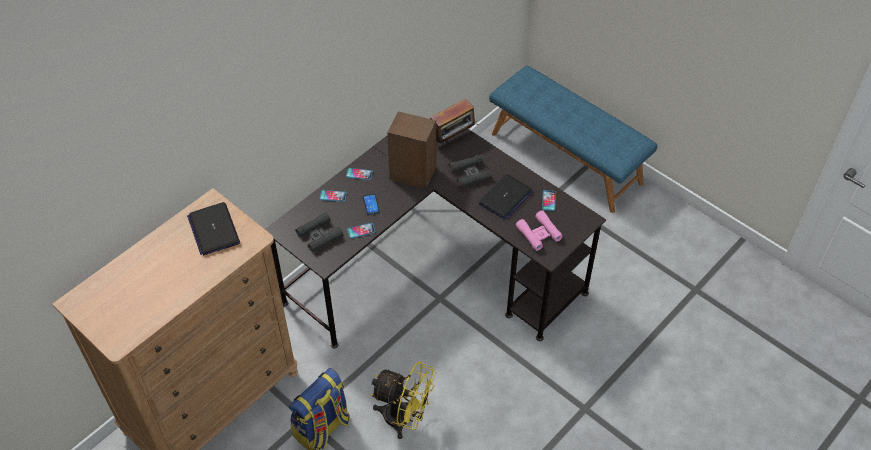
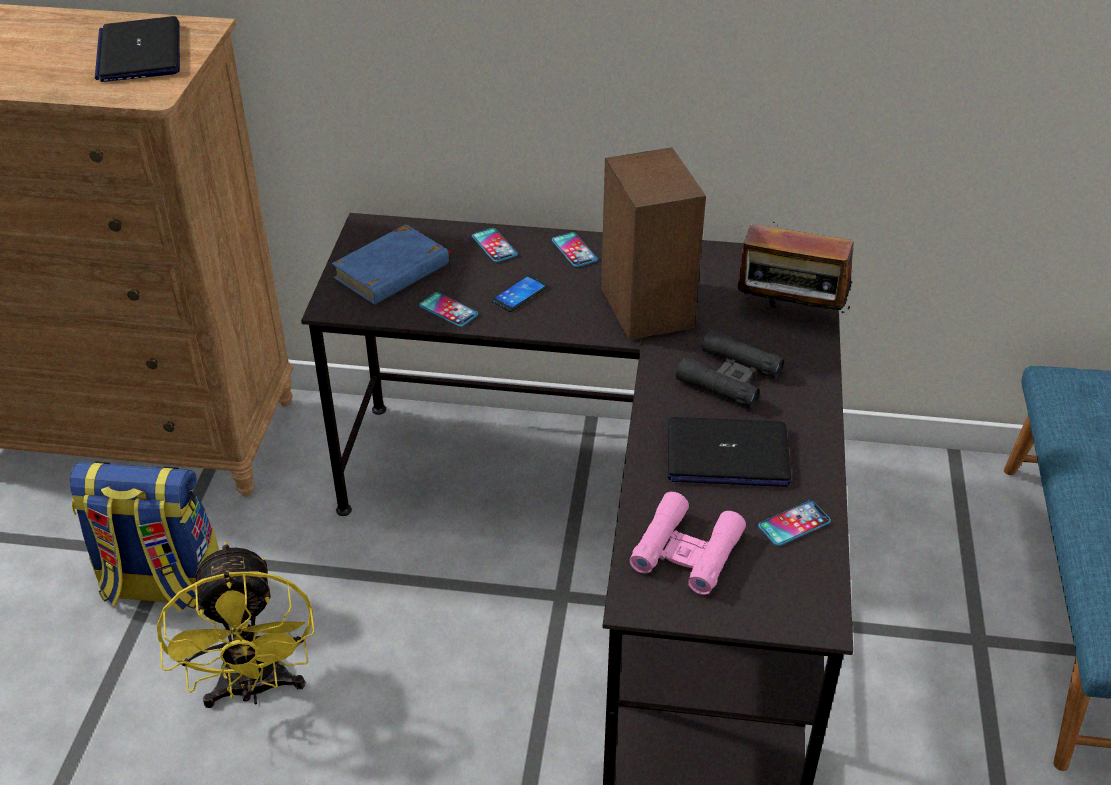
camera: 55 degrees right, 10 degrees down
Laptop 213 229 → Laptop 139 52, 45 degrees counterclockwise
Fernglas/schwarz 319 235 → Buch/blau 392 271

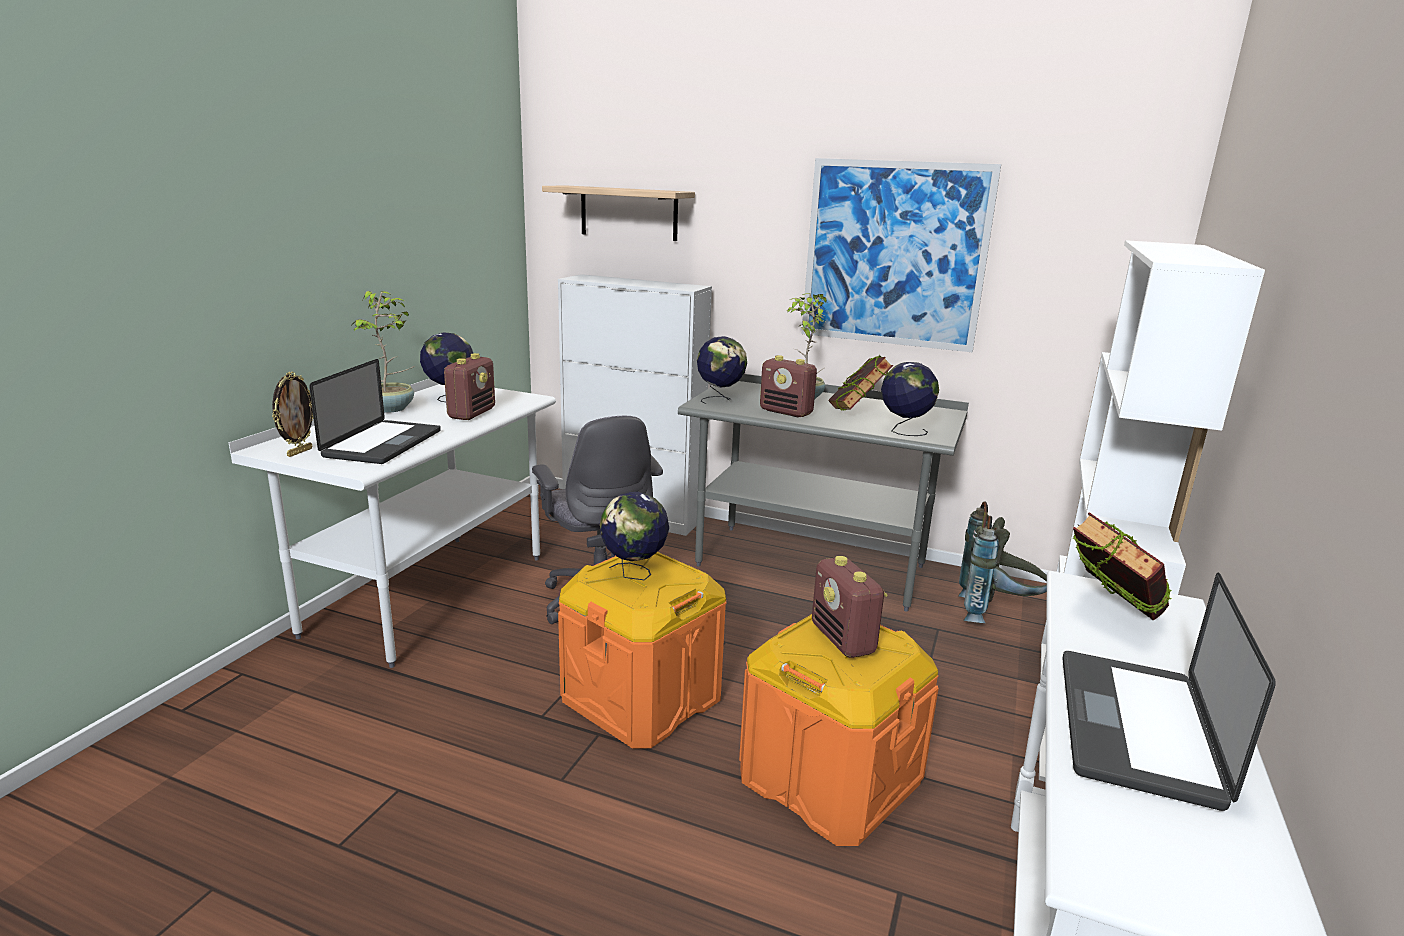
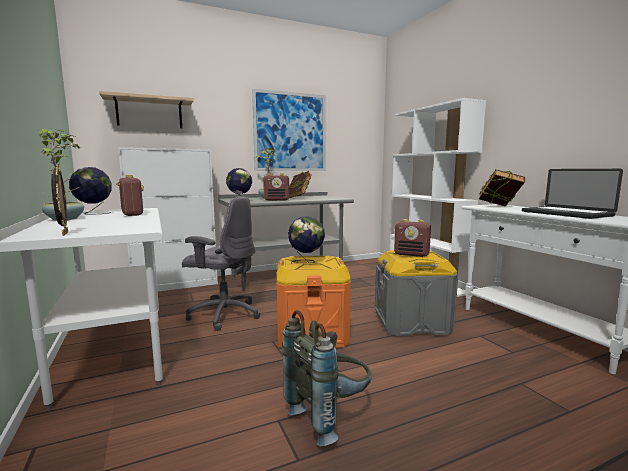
camera: 45 degrees left, 10 degrees down
Laptop 383 444 → -
Aufbewahrungsbox/orange 829 779 → Aufbewahrungsbox/grau 412 322
Globus 904 431 → -
Rucksack/grau 996 613 → Rucksack/grau 329 415, relocated

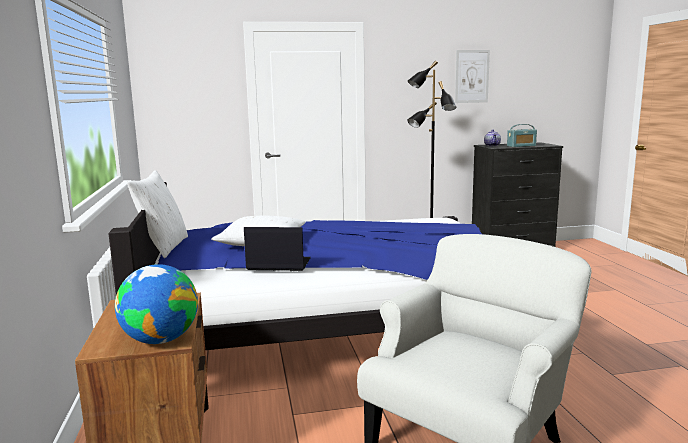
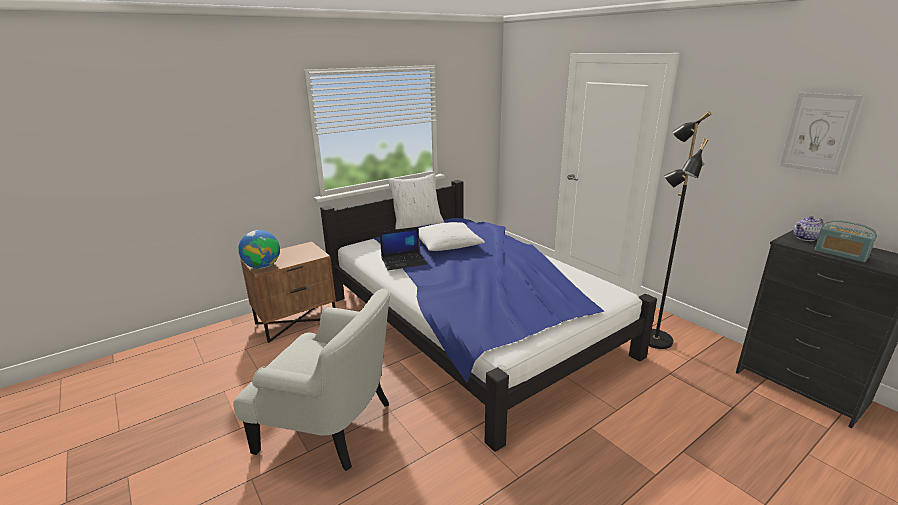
camera: 65 degrees right, 10 degrees up
Laptop 278 264 → Laptop 404 261, 90 degrees clockwise

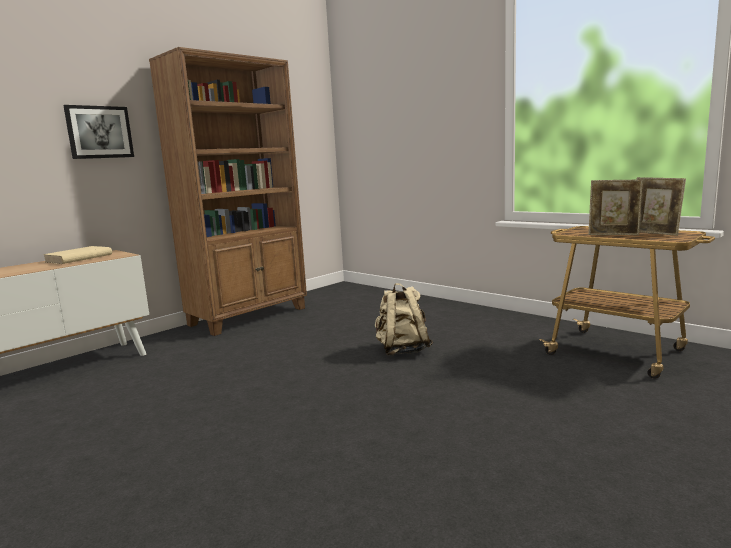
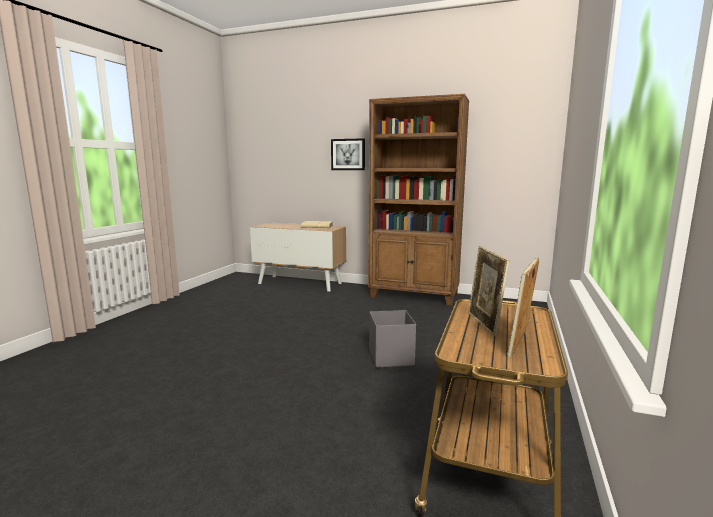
camera: 65 degrees right, 0 degrees up
Rucksack/beige 402 350 → Aufbewahrungsbox/grau 391 357

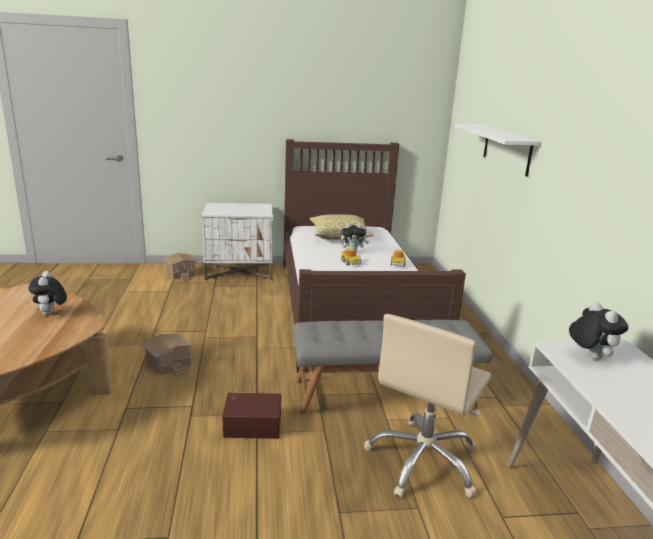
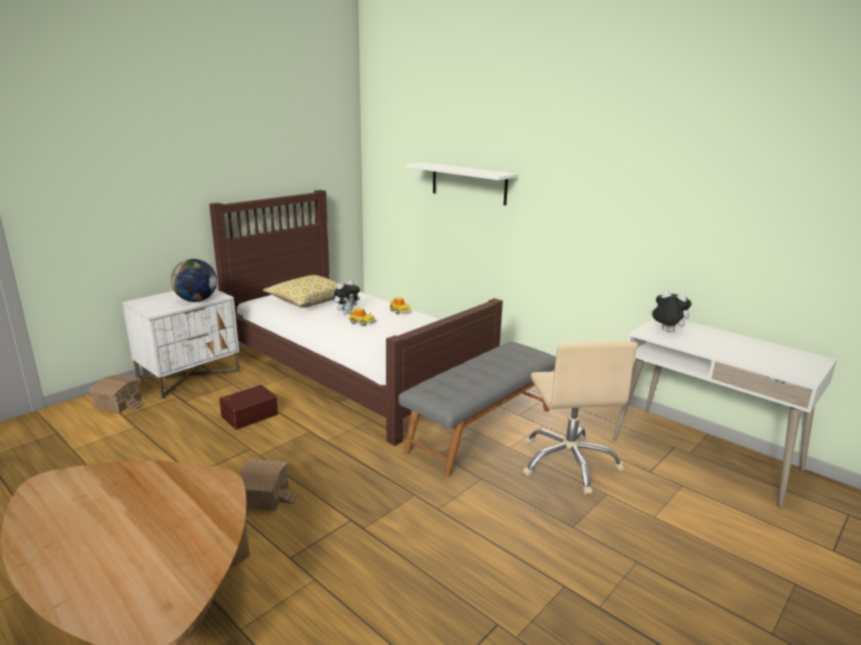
camera: 40 degrees left, 0 degrees up
Plüschtier 50 314 → -
Aufbewahrungsbox/braun 252 424 → Aufbewahrungsbox/braun 249 415, relocated
- → Globus 196 300

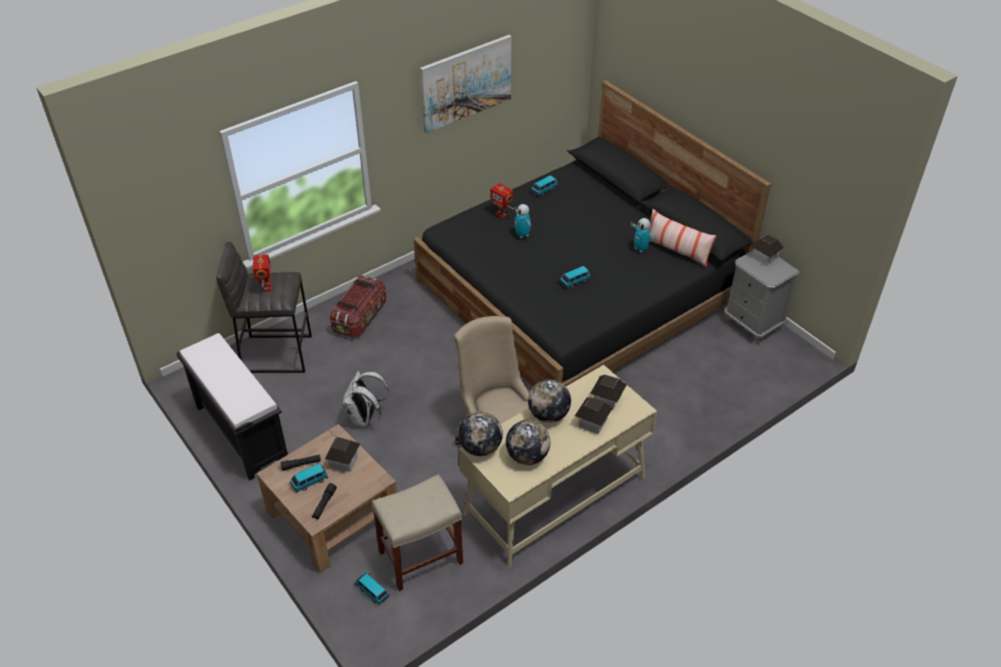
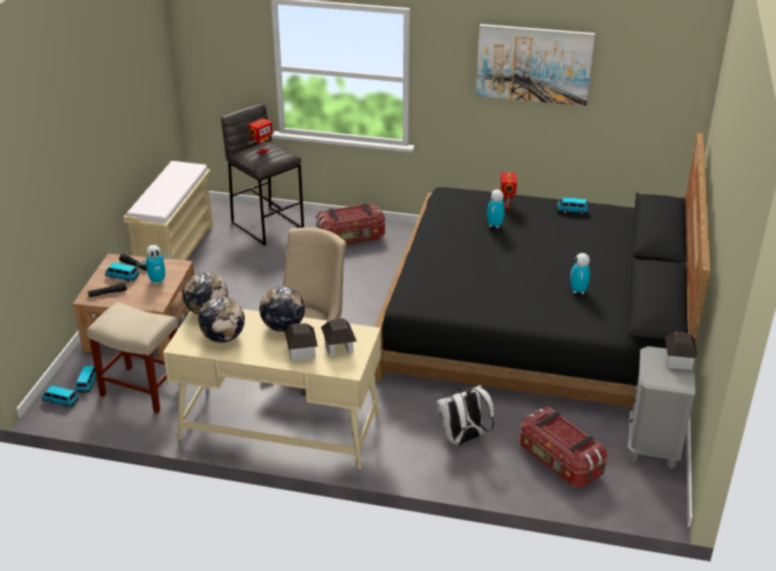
camera: 50 degrees right, 10 degrees down
Bank/schwarz 240 432 → Bank/beige 176 251
Spielzeughaus 344 461 → Spielzeugroboter 157 281
Rucksack/weiß 365 418 → Rucksack/weiß 463 439, relocated
Spielzeugauto 574 281 → Spielzeugauto 61 401, relocated
Kissen 677 251 → -
- → Aufbewahrungsbox 559 462

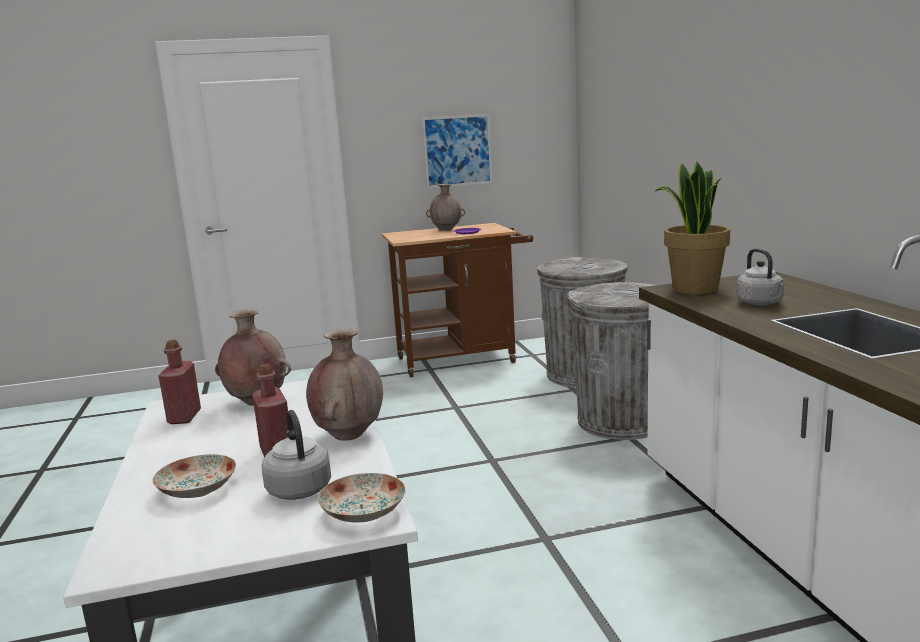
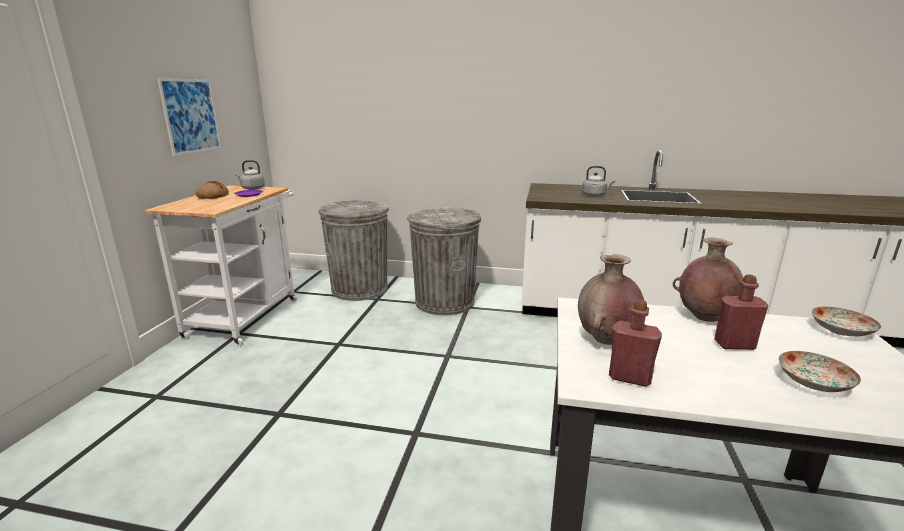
camera: 65 degrees left, 5 degrees up
Wasserkessel/grau 298 488 → Wasserkessel/grau 252 188, relocated
Rollwagen/braun 463 359 → Rollwagen/weiß 247 315
Vase/braun 446 230 → Brot 213 196
Topfpflanze 694 289 → -

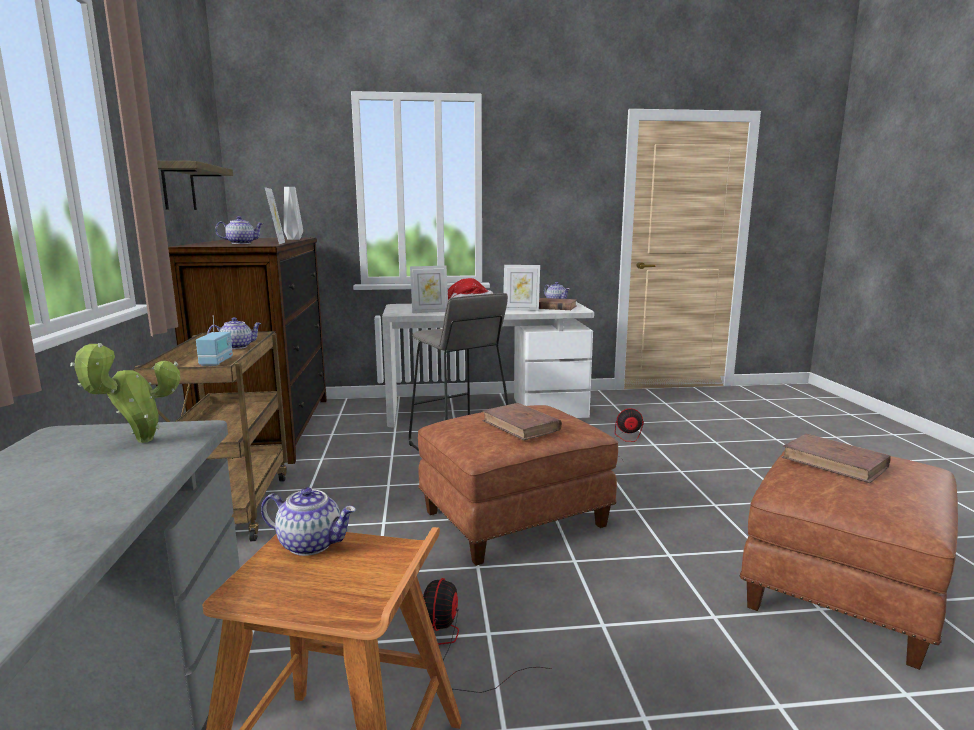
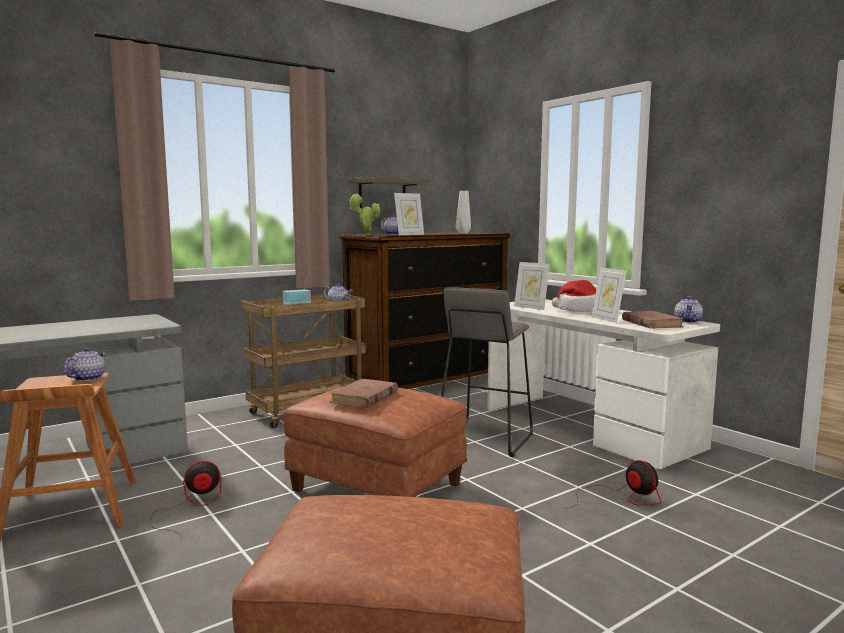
camera: 60 degrees right, 5 degrees down
Topfpflanze 139 442 → Topfpflanze 366 234, relocated
Teekanne 311 544 → Teekanne 87 378, 150 degrees counterclockwise
Buch/braun 834 462 → -

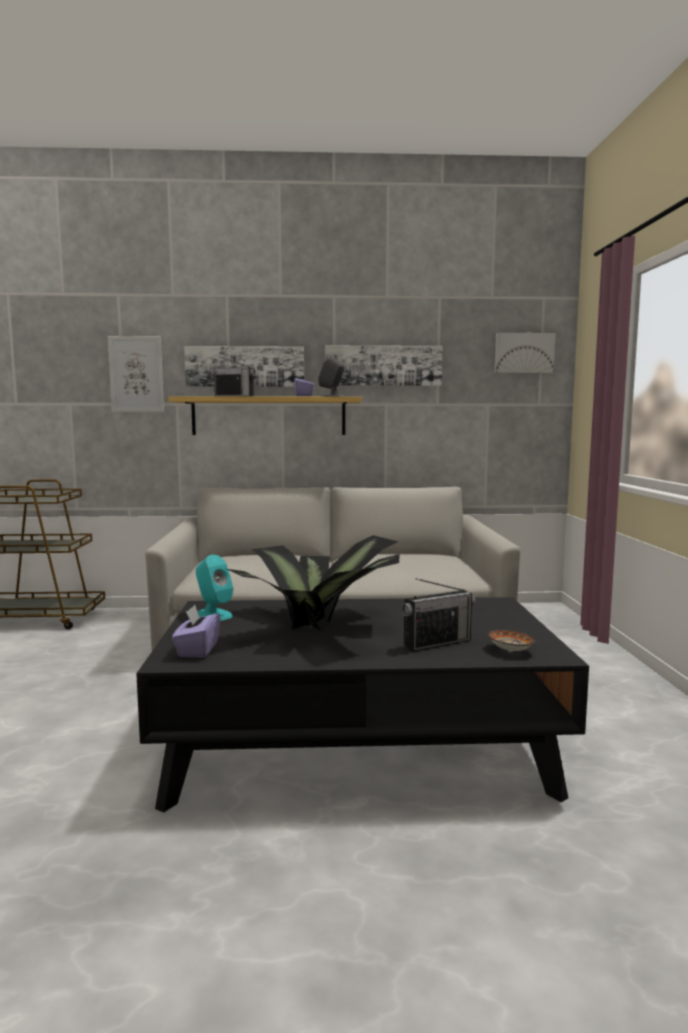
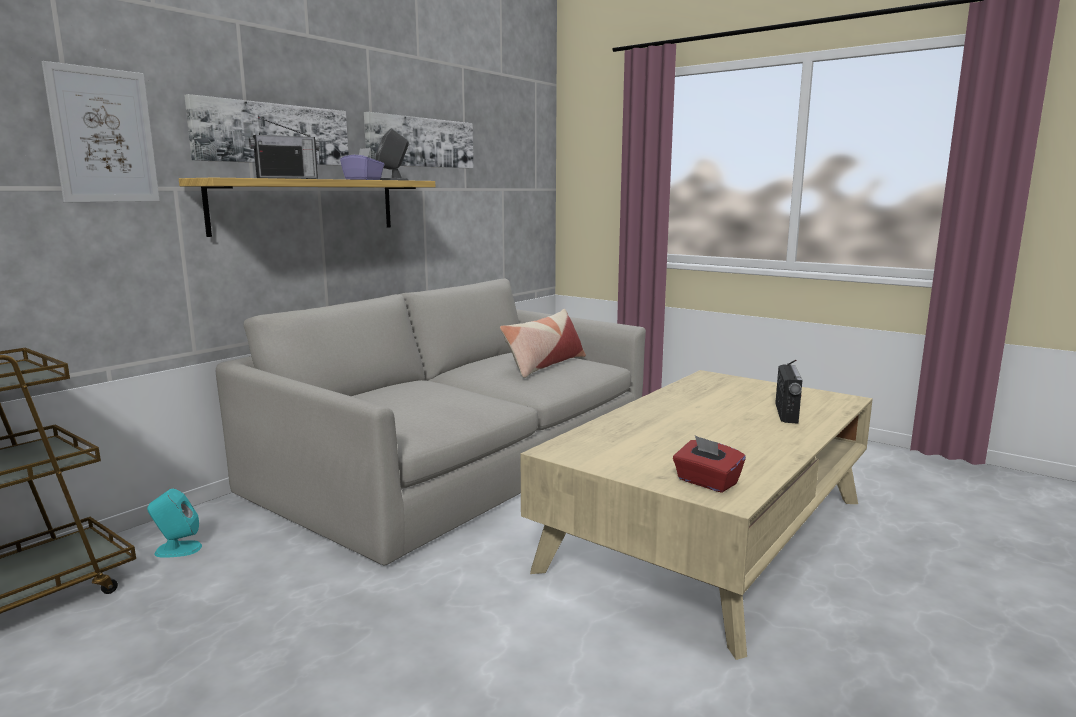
camera: 50 degrees left, 5 degrees up
Couchtisch/schwarz 358 744 → Couchtisch/beige 710 532
Taschentuchbox/lila 197 649 → Taschentuchbox/rot 706 482
Lautsprecher/türkis 213 615 → Lautsprecher/türkis 177 549, relocated
Topfpflanze 323 625 → -
Schüssel 510 651 → -
Bild 523 353 → -
- → Kissen 545 365

